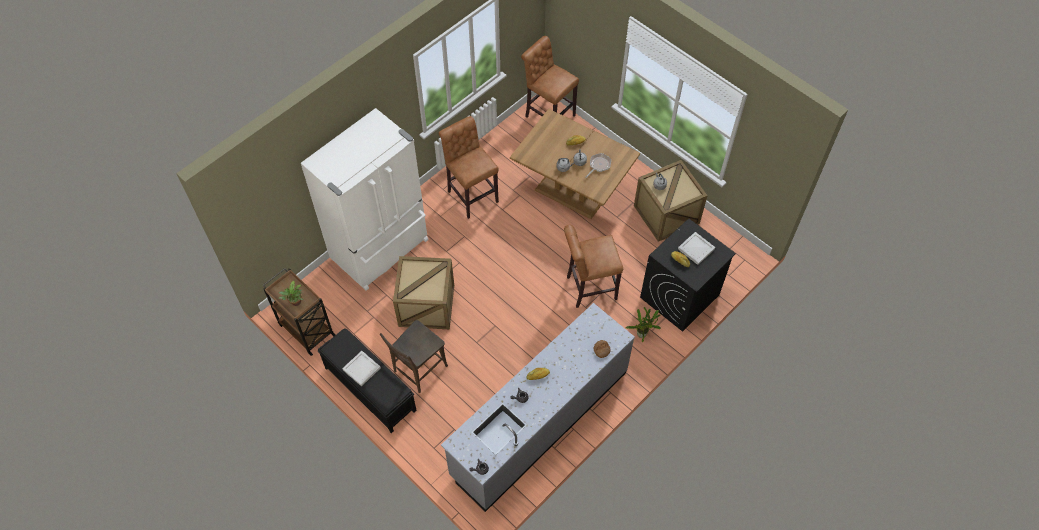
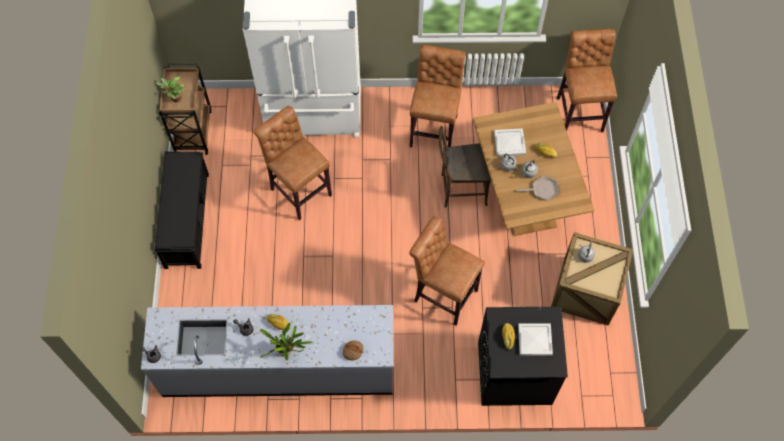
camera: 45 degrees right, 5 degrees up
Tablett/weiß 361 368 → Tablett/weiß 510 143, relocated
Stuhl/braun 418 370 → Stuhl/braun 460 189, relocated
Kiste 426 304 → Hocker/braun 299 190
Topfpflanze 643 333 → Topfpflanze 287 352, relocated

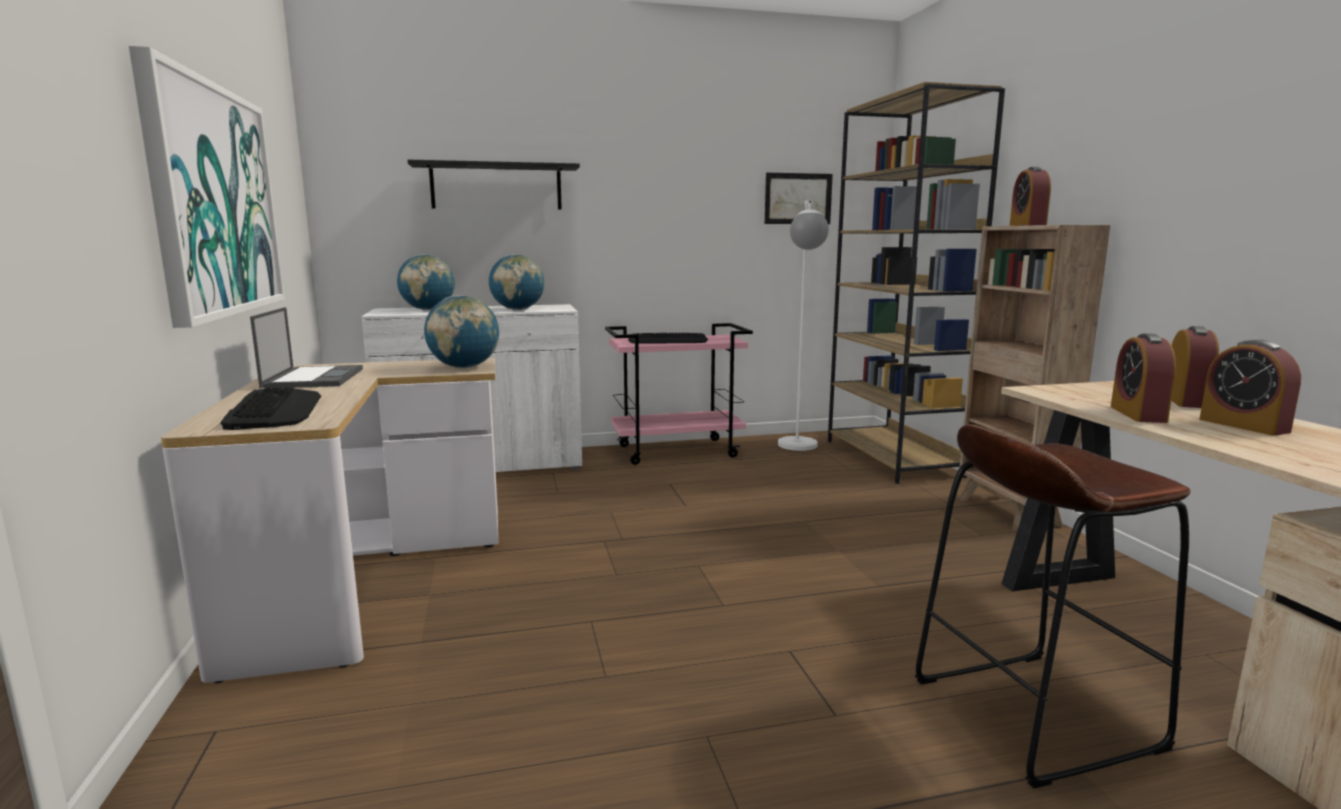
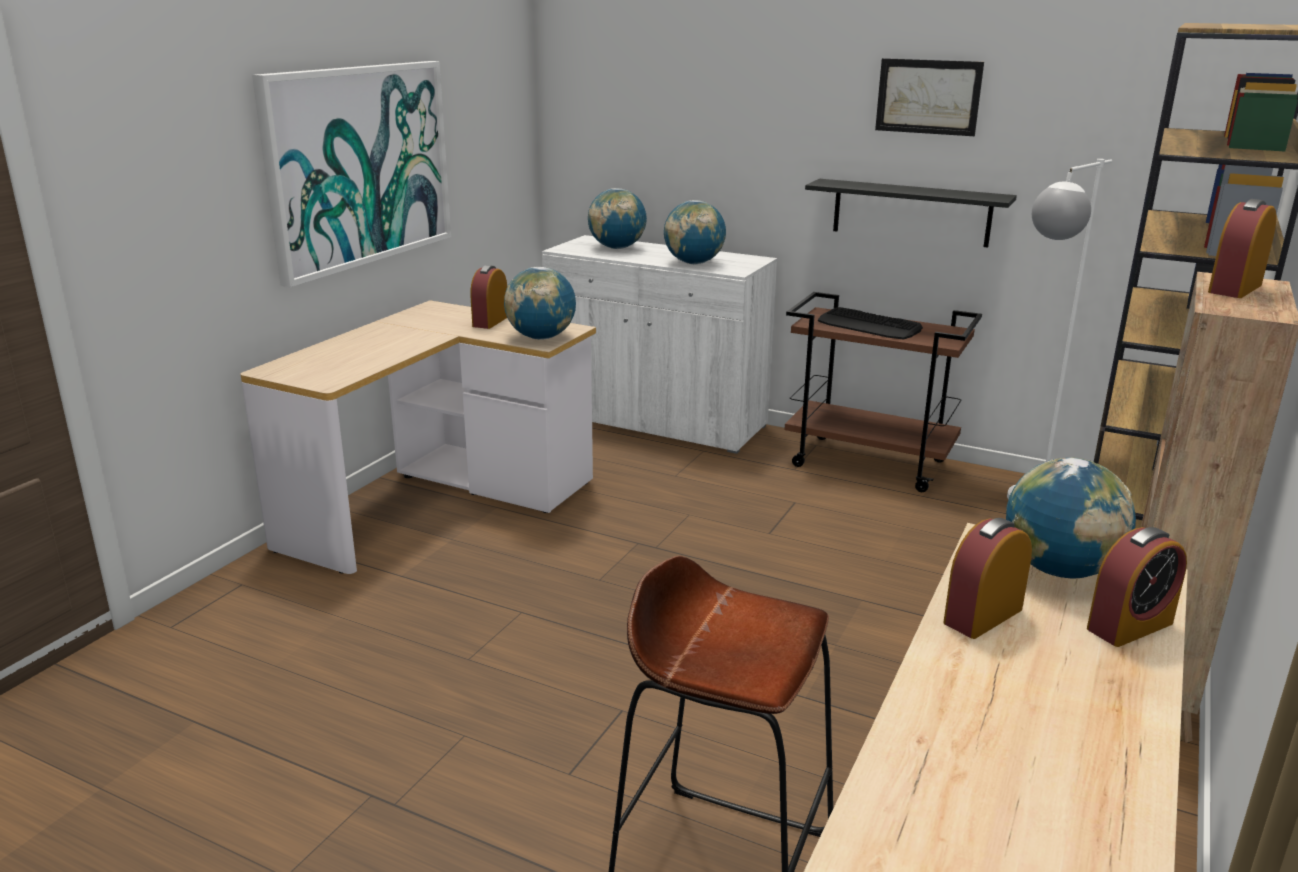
camera: 40 degrees right, 10 degrees up
Tastatur 275 410 → -
Laptop 314 378 → -
Wandregal/schwarz 496 187 → Wandregal/schwarz 911 212, relocated
Rollwagen/rosa 678 451 → Rollwagen/braun 870 463
Bild 798 198 → Bild 928 96, relocated
Wecker 1243 425 → Wecker 490 321, relocated
- → Globus 1059 570

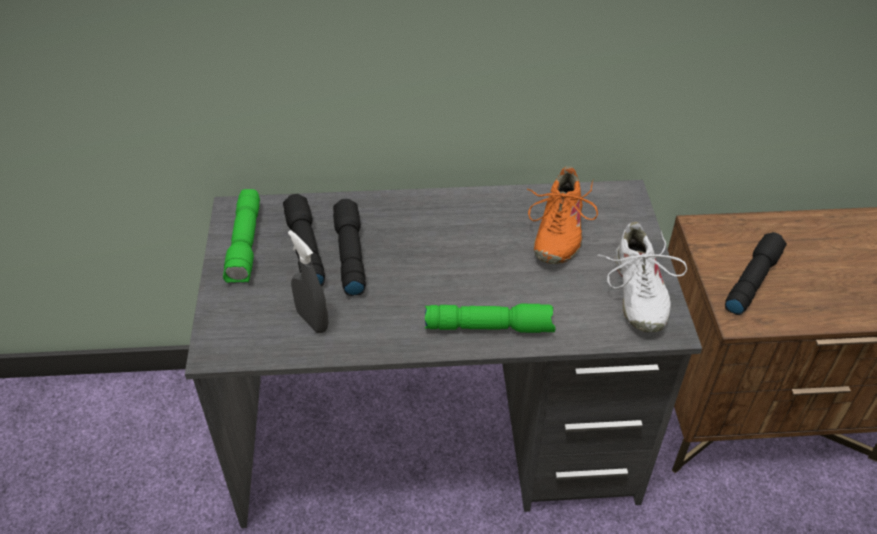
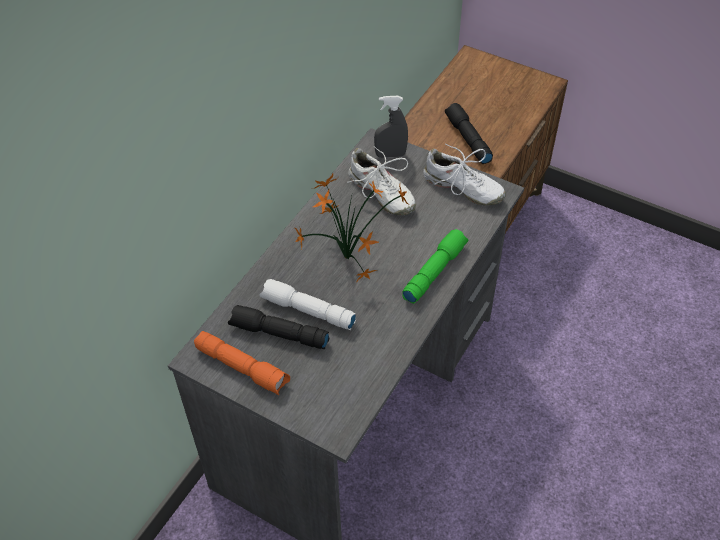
camera: 55 degrees left, 5 degrees up
Taschenlampe/grün 246 244 → Taschenlampe/orange 243 367
Sprühflasche/grau 312 321 → Sprühflasche/grau 390 155, relocated
Taschenlampe/schwarz 349 254 → Taschenlampe/weiß 307 311
Schuh/orange 557 232 → Schuh/weiß 381 194
- → Topfpflanze 346 256

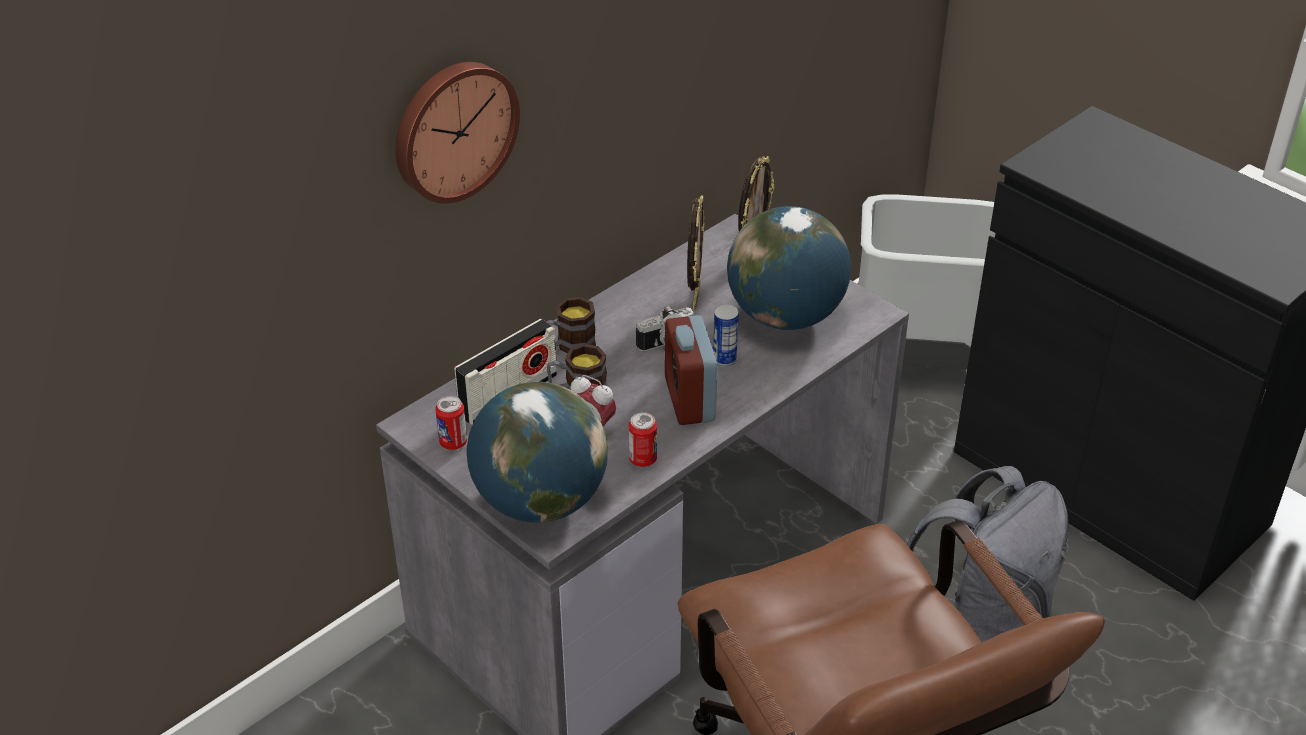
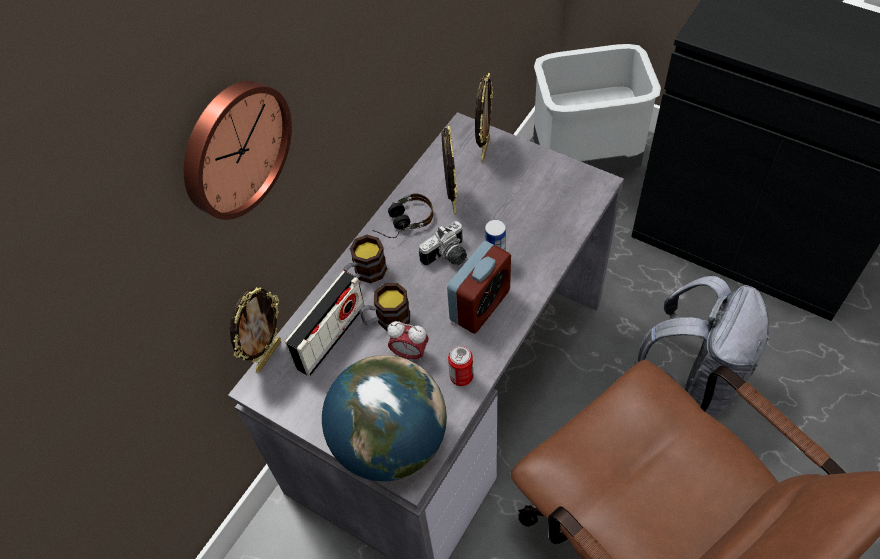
camera: 10 degrees left, 15 degrees up
Dose 453 442 → -
Wecker 689 399 → Wecker 480 305, 120 degrees counterclockwise
Globus 786 316 → -
- → Bilderrahmen 268 355
- → Kopfhörer 402 223

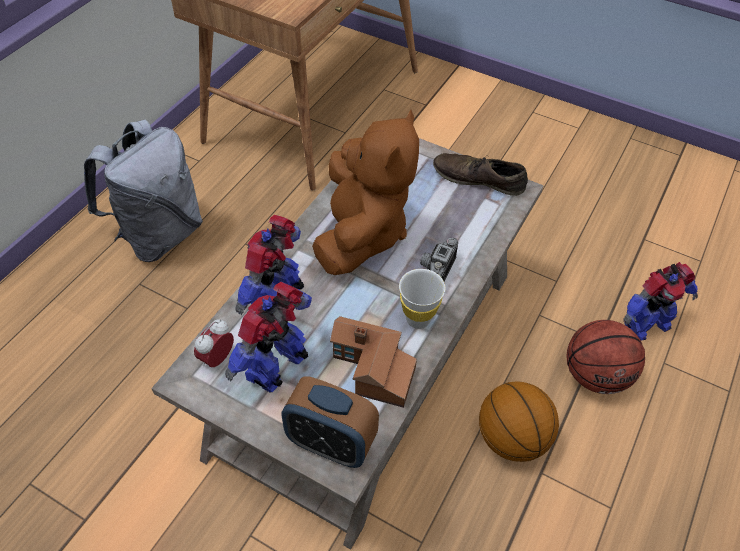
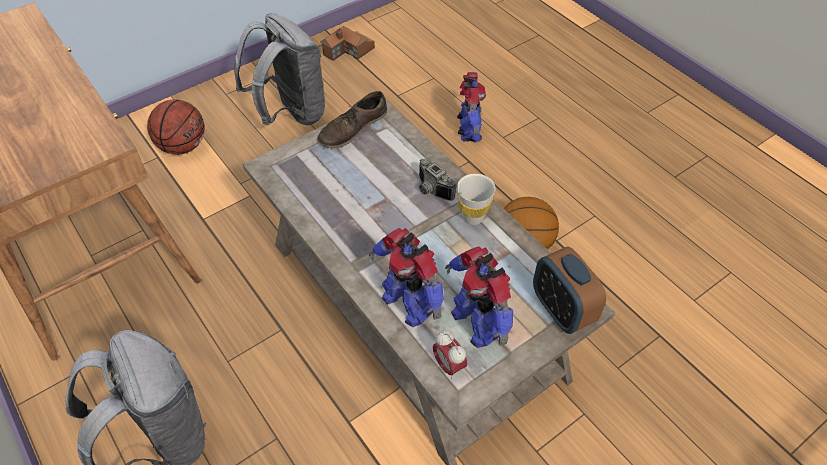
camera: 65 degrees left, 0 degrees up
Wecker 331 443 → Wecker 561 310, 105 degrees clockwise
Plüschtier/braun 361 233 → -
Spielzeughaus 372 370 → Spielzeughaus 348 51, relocated
Basketball 596 375 → Basketball 183 146, relocated
- → Rucksack/grau 291 113

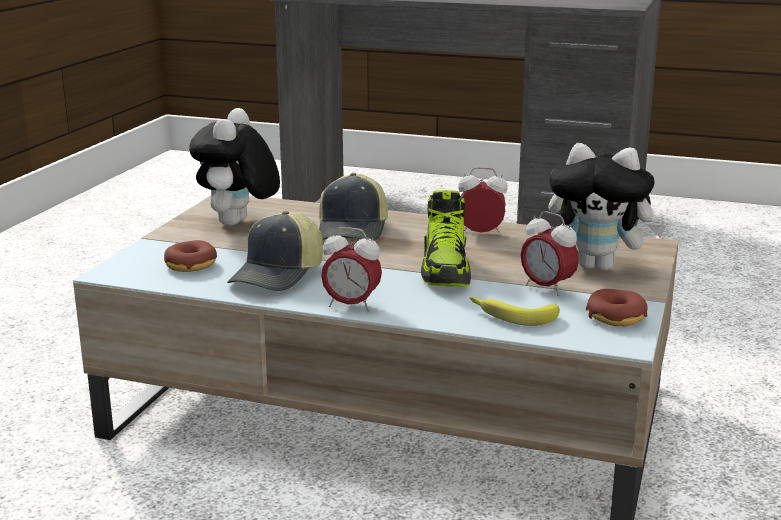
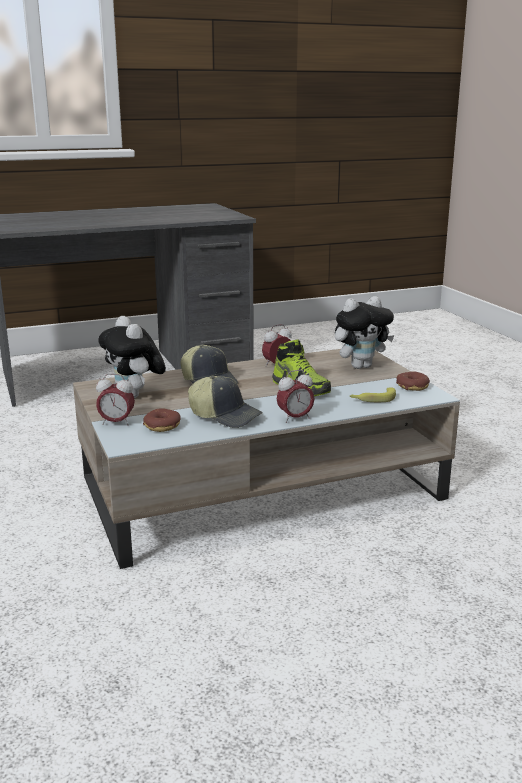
camera: 40 degrees left, 0 degrees up
Kappe 279 275 → Kappe 225 416, 45 degrees counterclockwise
Wecker 547 288 → Wecker 116 422, relocated

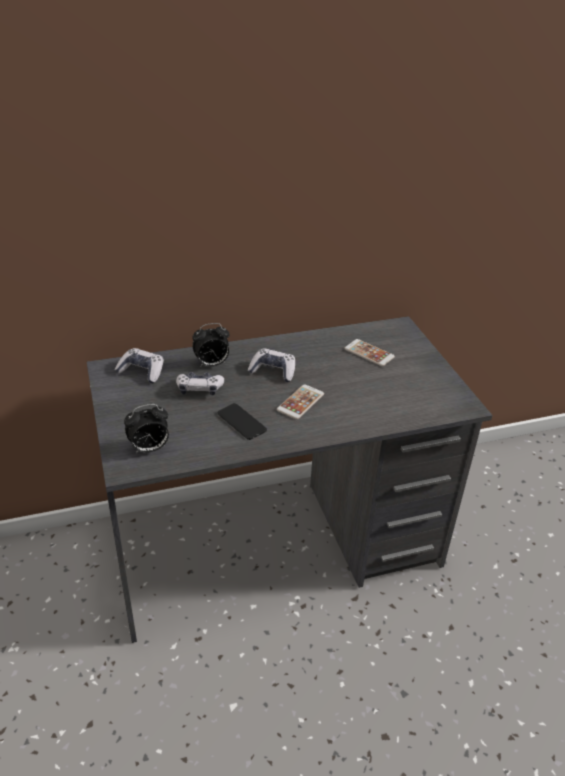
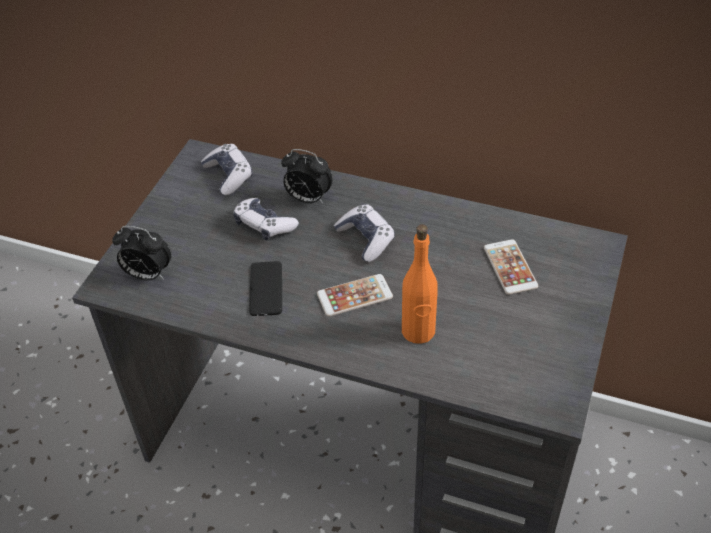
camera: 40 degrees right, 10 degrees up
- → Flasche/orange 418 331

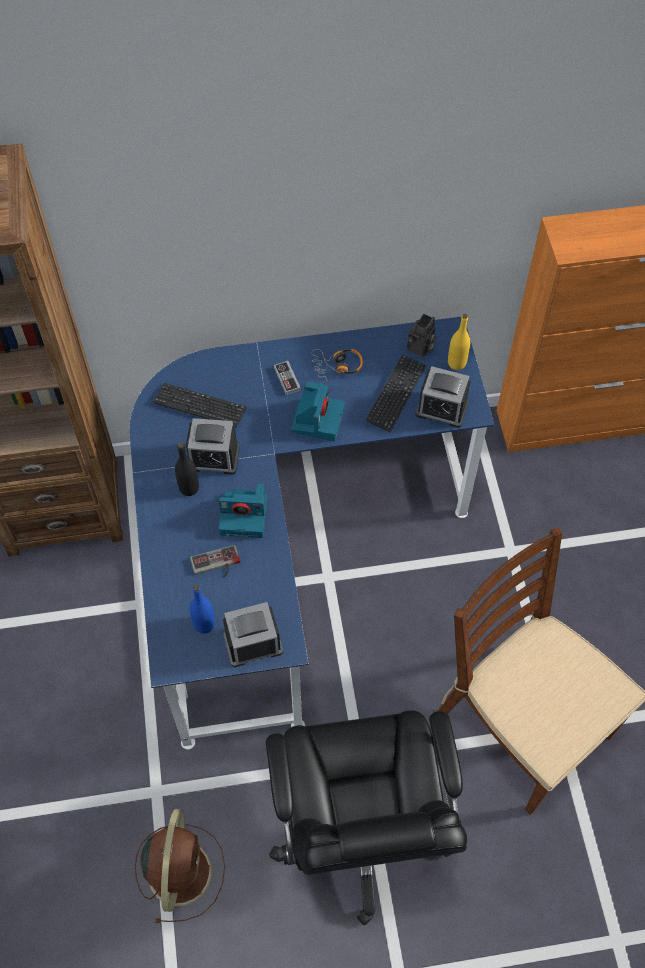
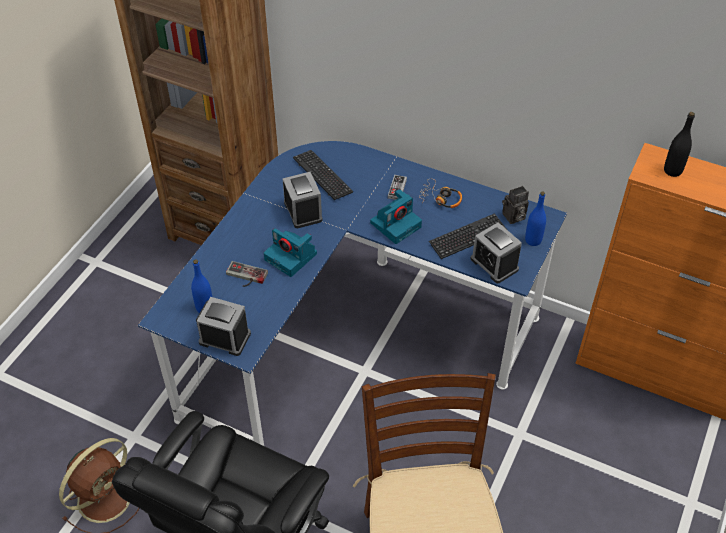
camera: 35 degrees right, 10 degrees down
Flasche/schwarz 189 488 → Flasche/schwarz 672 171, relocated
Wecker 213 458 → Wecker 303 211, 150 degrees counterclockwise
Flasche/gelb 456 363 → Flasche/blau 533 240

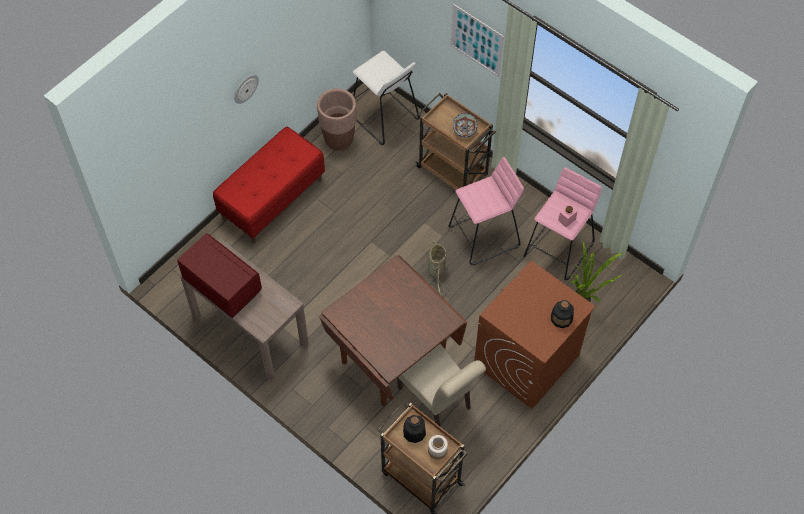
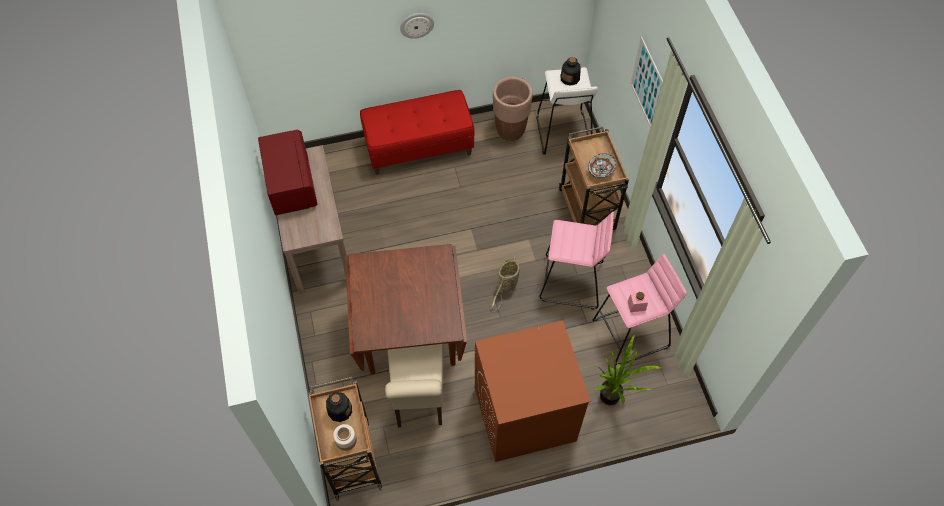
camera: 35 degrees right, 0 degrees up
Flasche 561 318 → Flasche 570 78, relocated

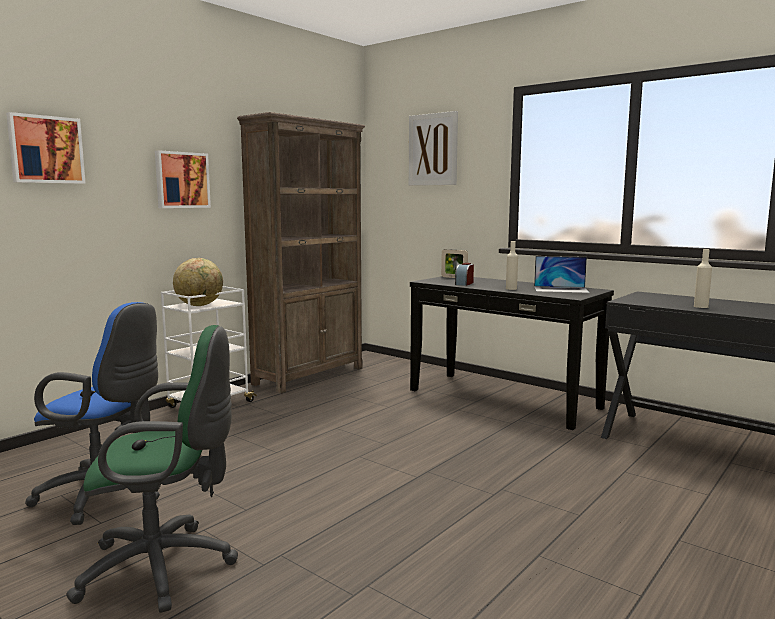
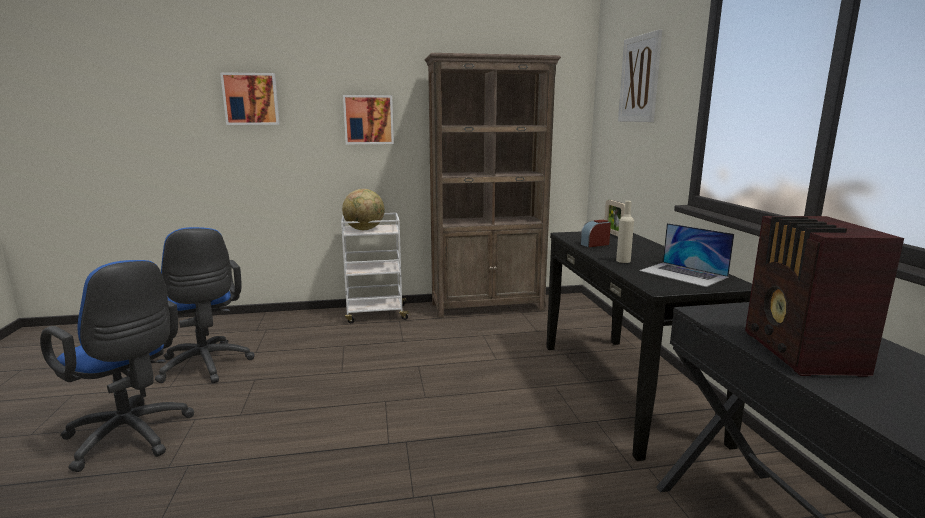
camera: 40 degrees right, 5 degrees up
Bürostuhl/grün 165 567 → Bürostuhl/blau 132 438
Flasche/beige 701 306 → Radio 801 354

